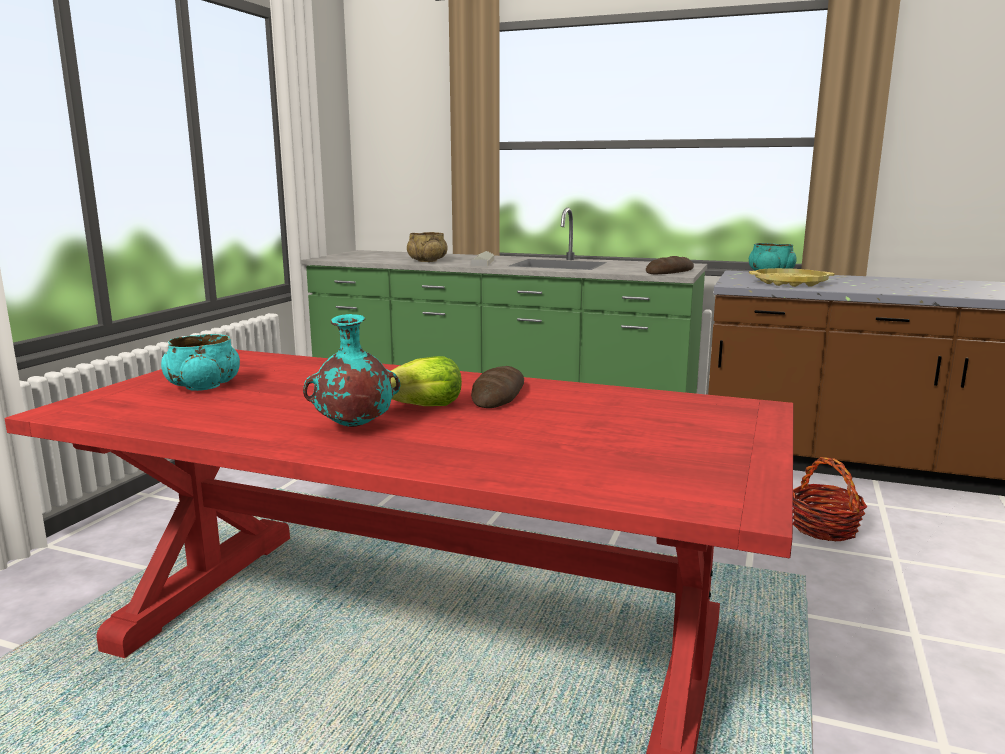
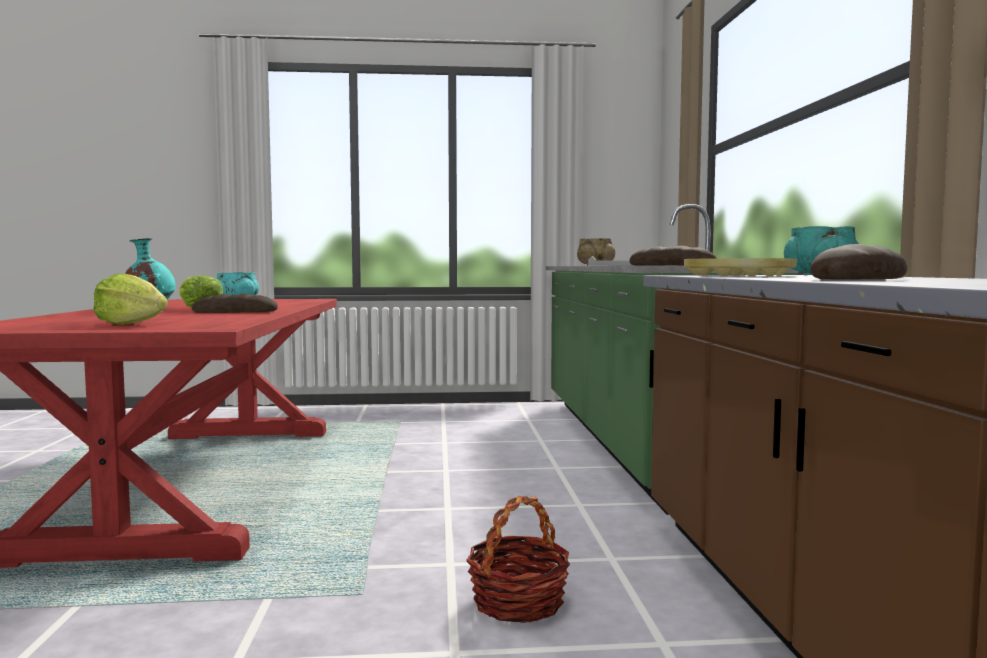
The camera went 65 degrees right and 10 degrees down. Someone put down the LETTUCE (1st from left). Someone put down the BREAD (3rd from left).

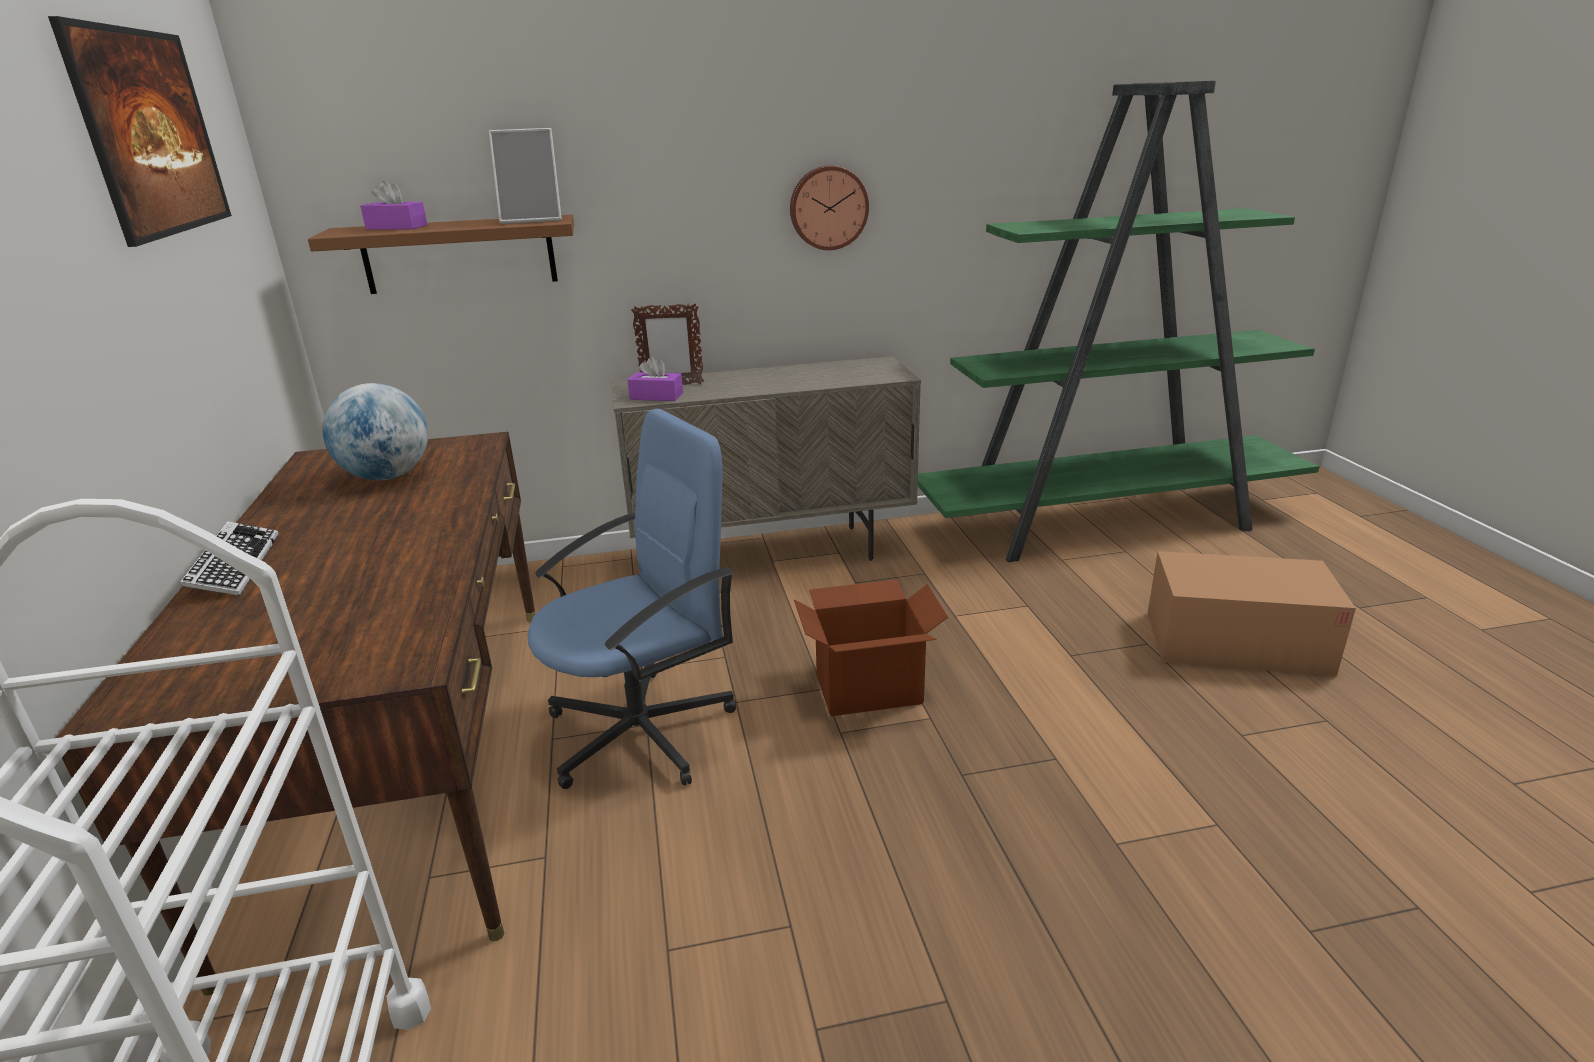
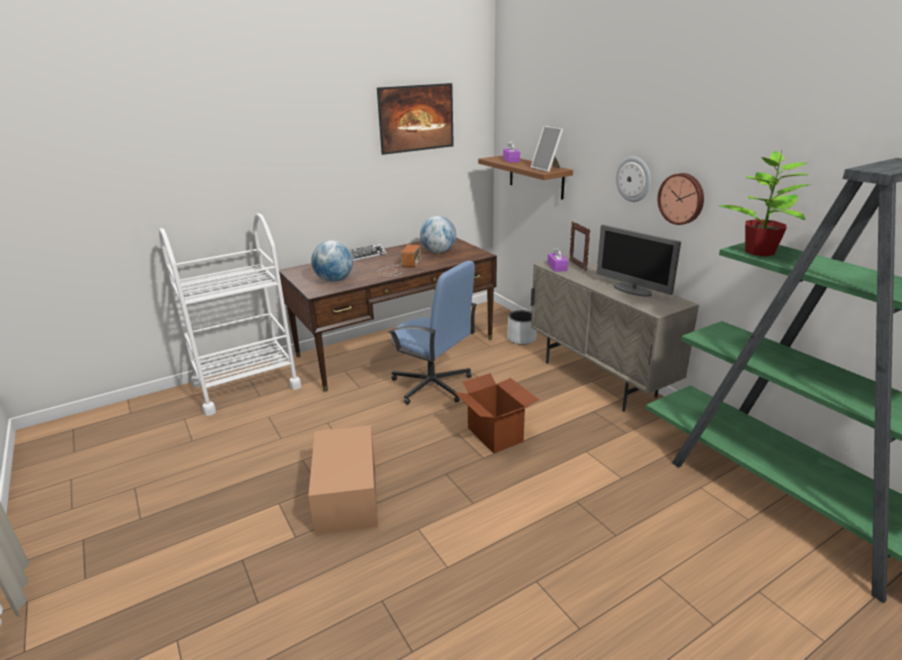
The camera went 70 degrees right and 0 degrees up. Someone carried the CARDBOARD BOX (2nd from left in the first image). Someone put down the GLOBE (1st from left). Someone put down the RADIO. Someone put down the GREY PLANTER. Someone put down the MONITOR. Someone put up the WALL CLOCK (1st from left). Someone put down the POTTED PLANT.

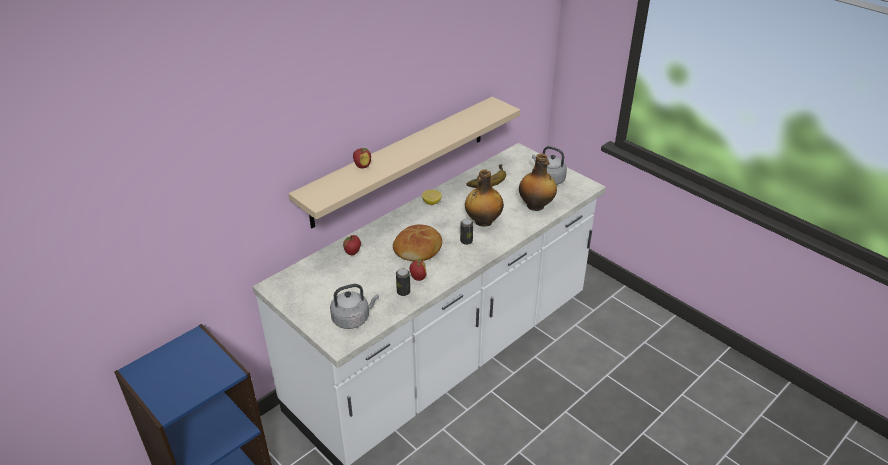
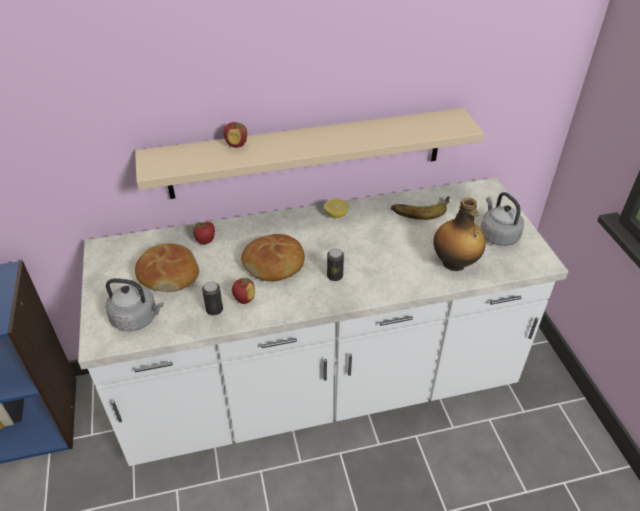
The camera went 30 degrees right and 5 degrees up. Someone took away the BOTTLE (1st from left). Someone put down the BREAD (1st from left).

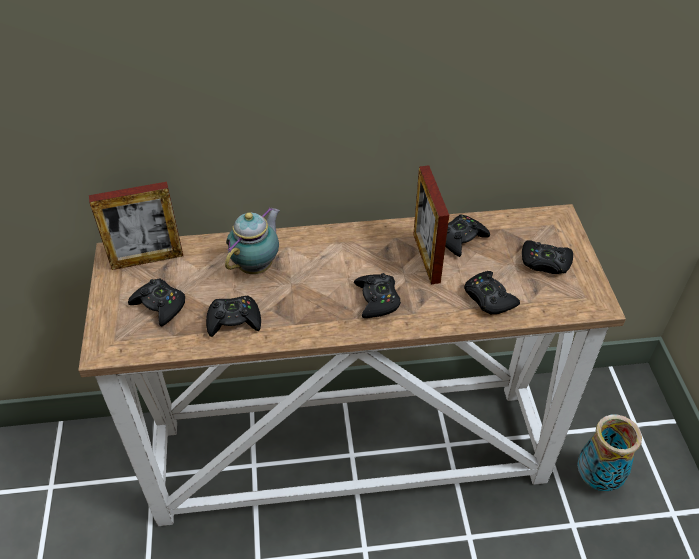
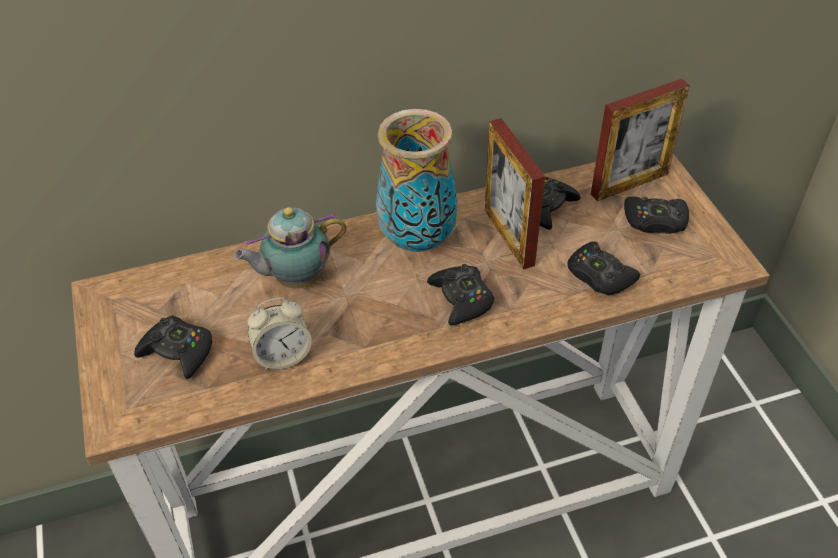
The camera went 10 degrees left and 0 degrees up. Someone carried the PICTURE FRAME (1st from left in the first image). Someone swapped the BLACK GAME CONTROLLER (2nd from left) for the ALARM CLOCK. Someone rotated the TEAPOT by 135 degrees counterclockwise. Someone carried the VASE.

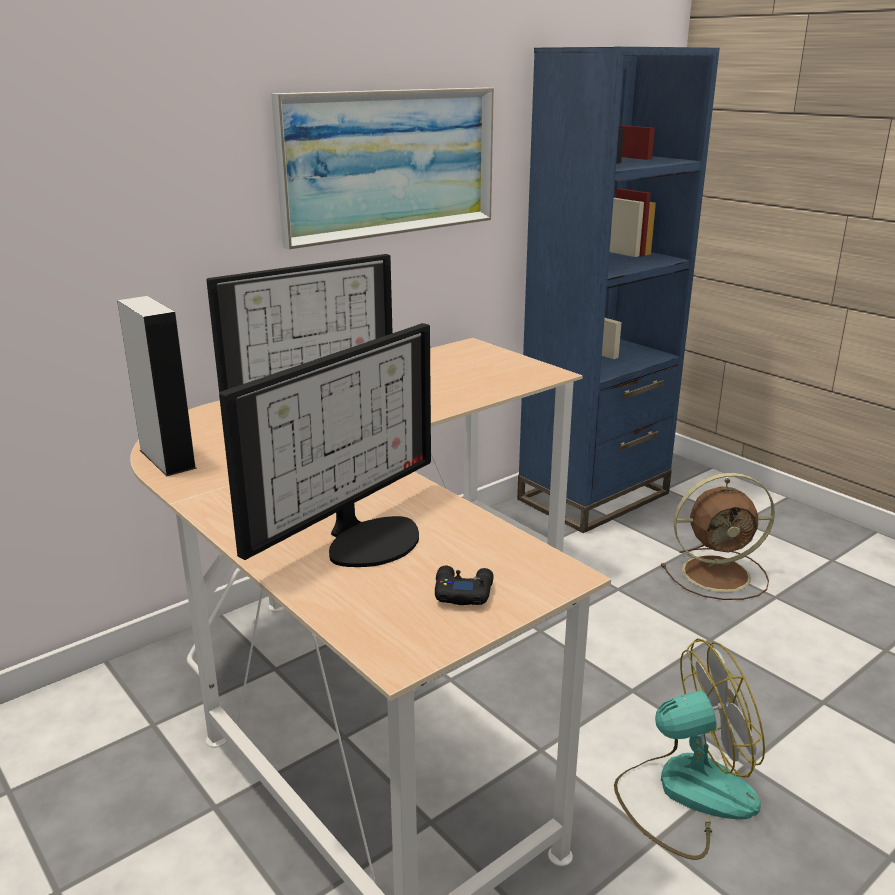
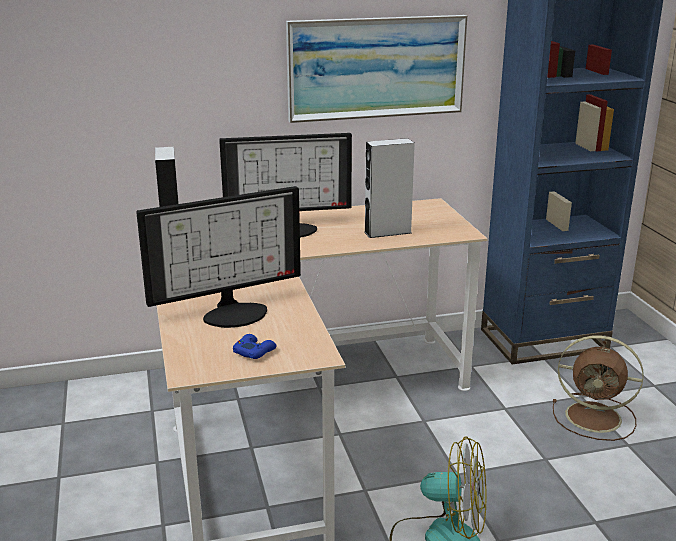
The camera went 25 degrees right and 0 degrees up. Someone repainted the BLACK GAME CONTROLLER, which became the BLUE GAME CONTROLLER. Someone put down the GREY SPEAKER (2nd from left).

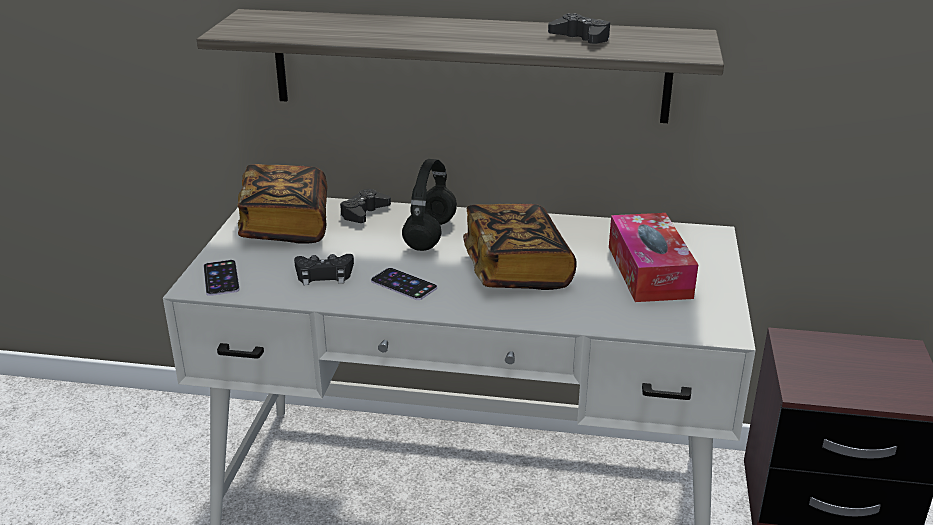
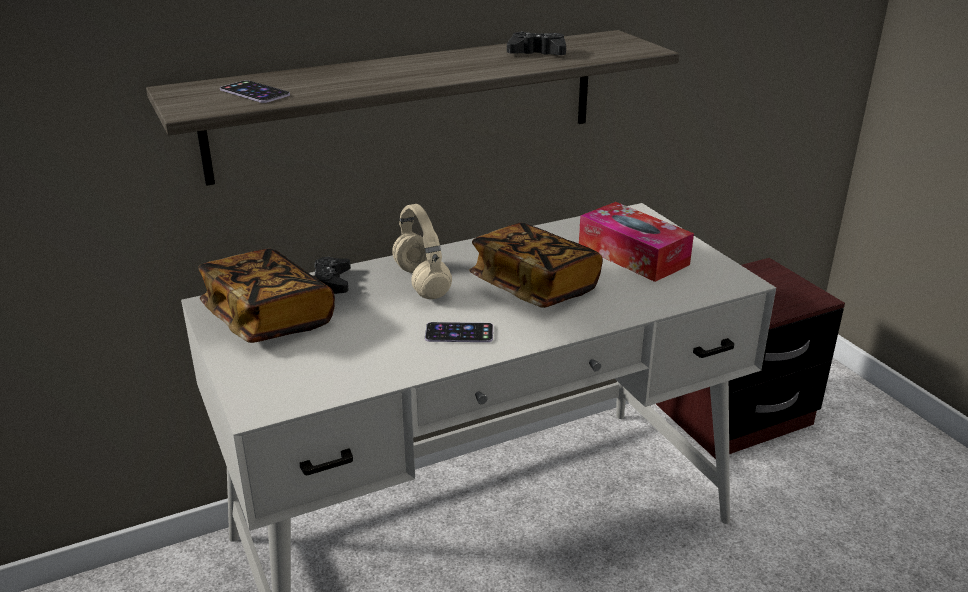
The camera went 35 degrees left and 0 degrees up. Someone carried the PHONE (1st from left). Someone took away the BLACK GAME CONTROLLER (1st from left). Someone repainted the BLACK HEADPHONES, which became the BEIGE HEADPHONES.

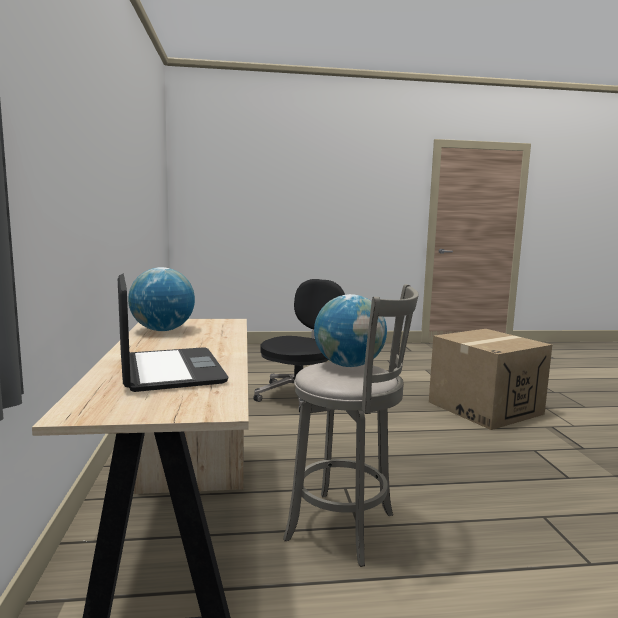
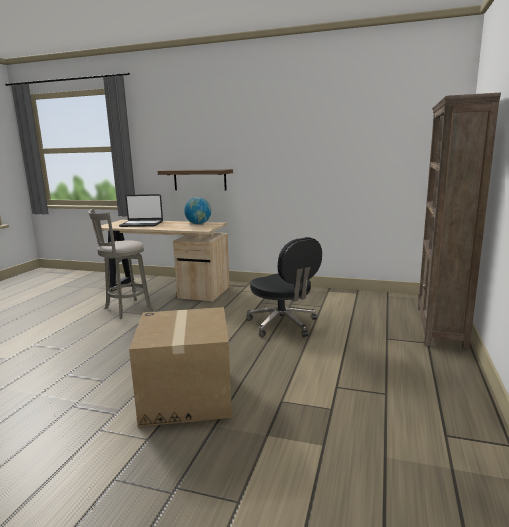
The camera went 115 degrees right and 5 degrees up. Someone took away the GLOBE (2nd from left). Someone put up the SHELF. Someone put down the BROWN BOOKCASE.

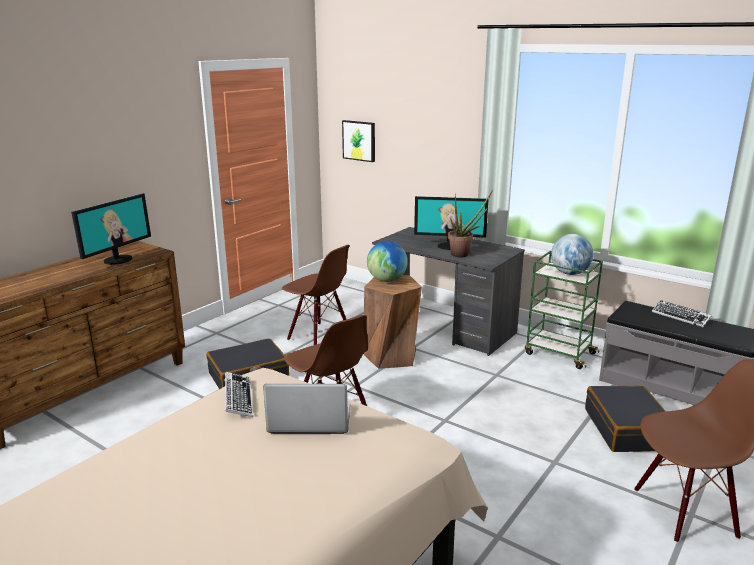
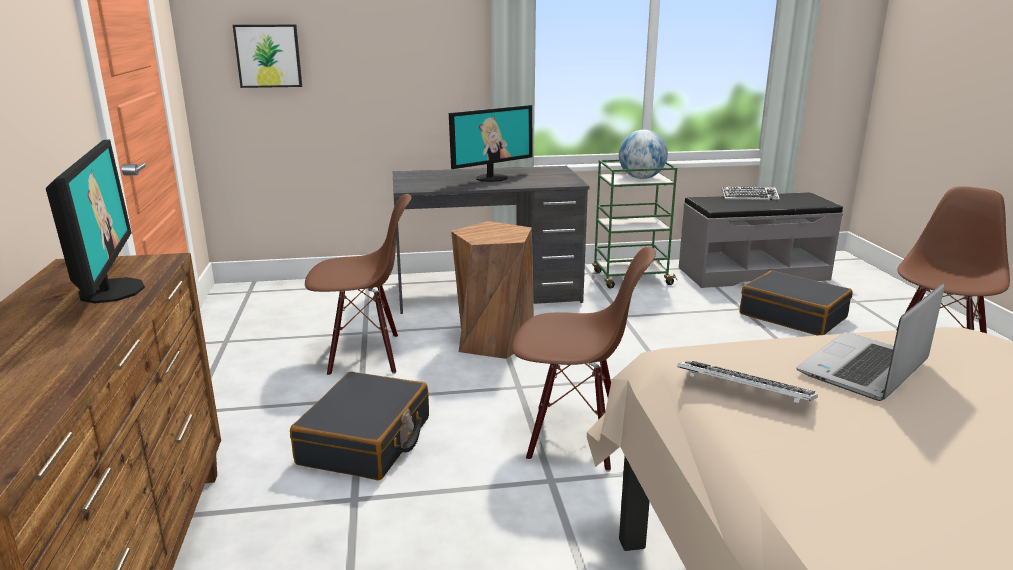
The camera went 45 degrees left and 0 degrees up. Someone took away the GLOBE (1st from left). Someone took away the POTTED PLANT.

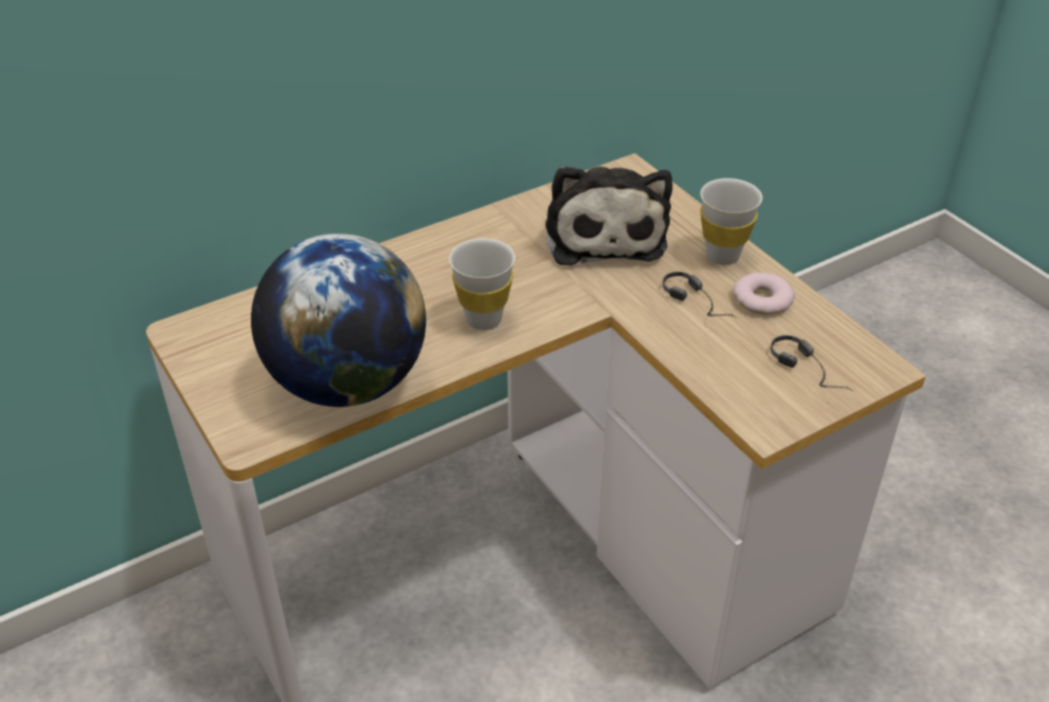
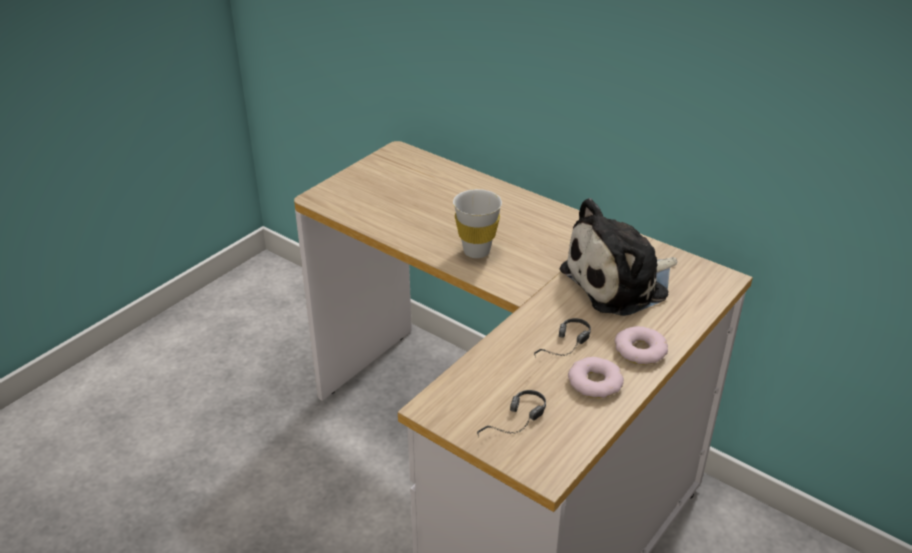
The camera went 70 degrees right and 5 degrees down. Someone took away the GLOBE. Someone swapped the WHITE CUP (2nd from left) for the DONUT (2nd from left).

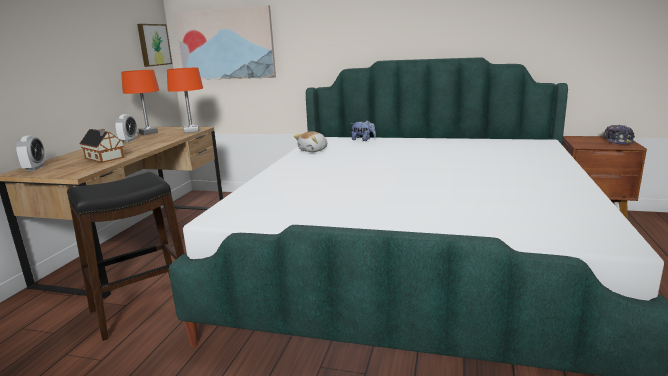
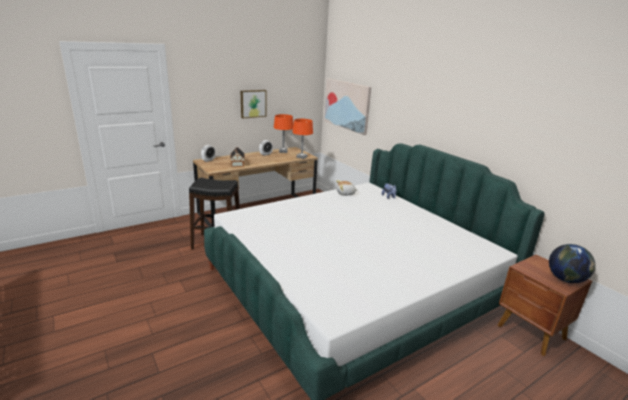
The camera went 40 degrees right and 5 degrees up. Someone carried the PICTURE (1st from left). Someone swapped the CAP for the GLOBE.

